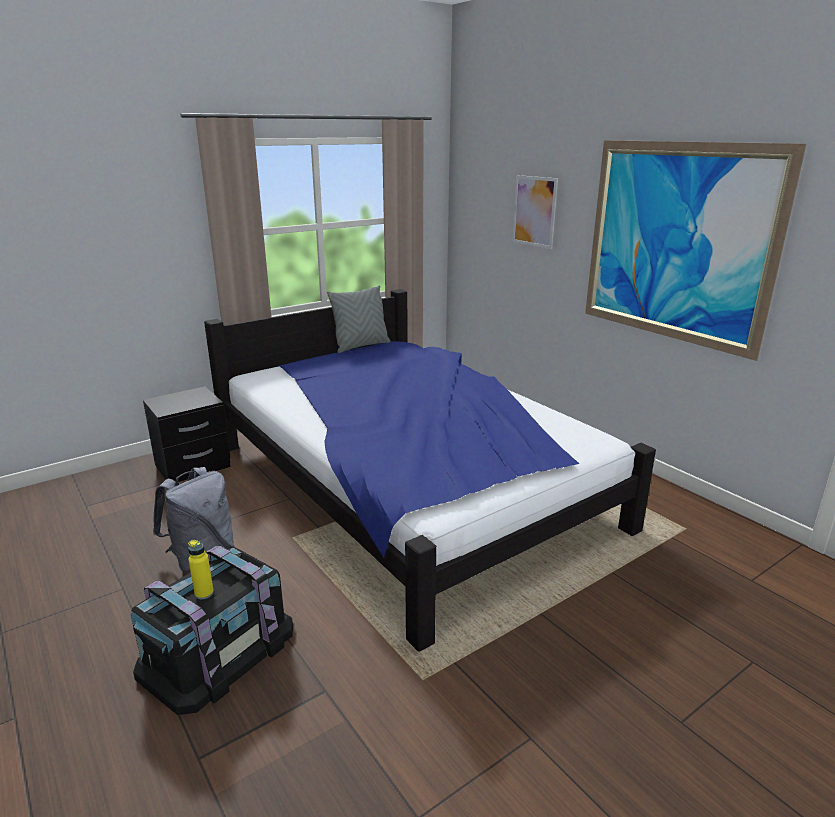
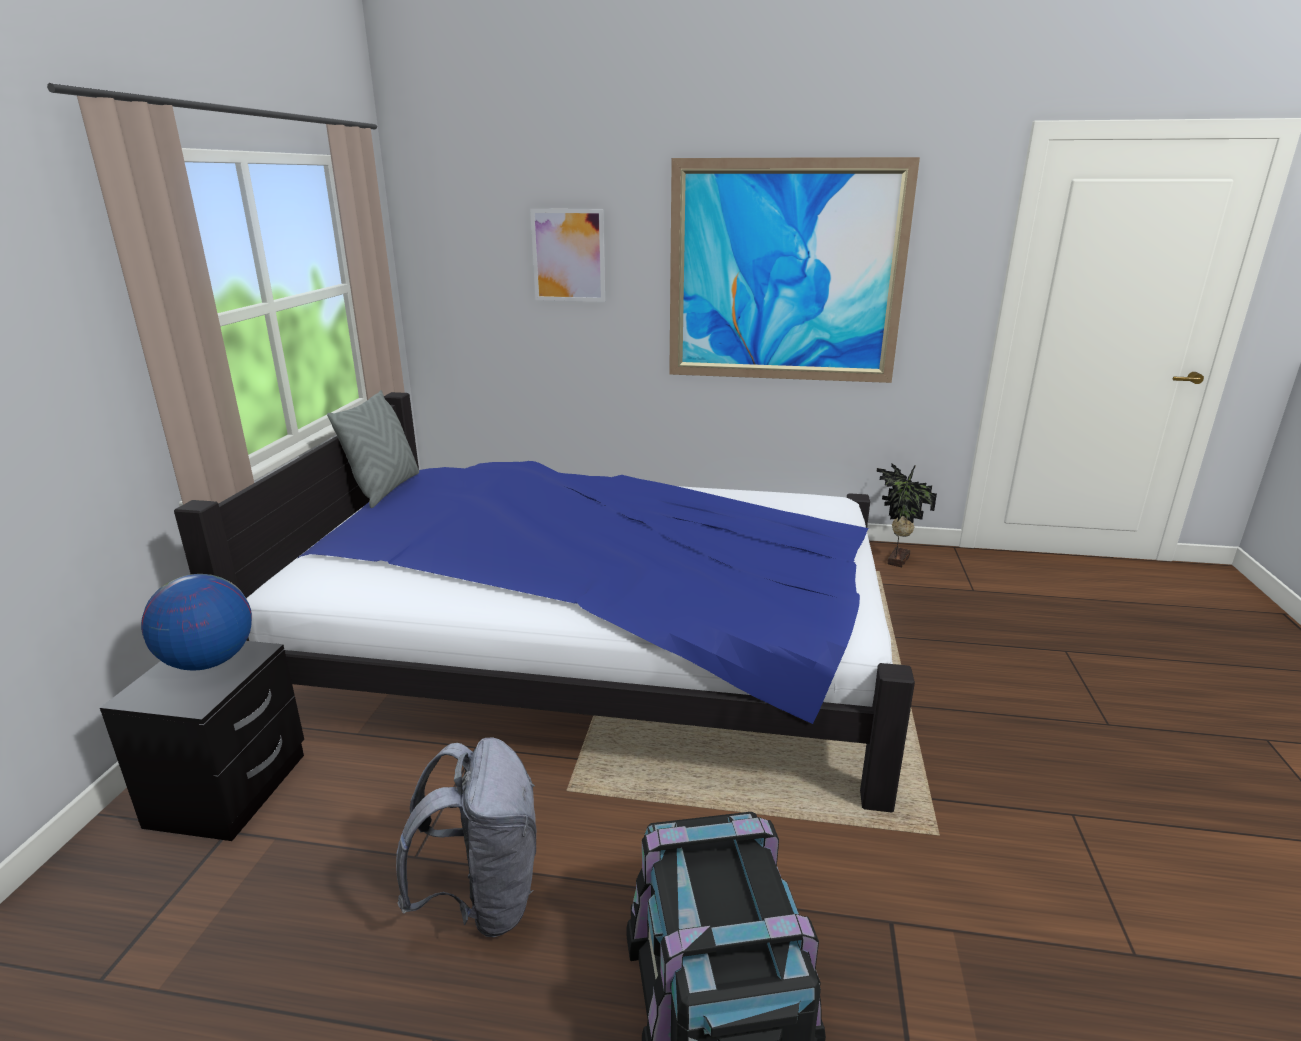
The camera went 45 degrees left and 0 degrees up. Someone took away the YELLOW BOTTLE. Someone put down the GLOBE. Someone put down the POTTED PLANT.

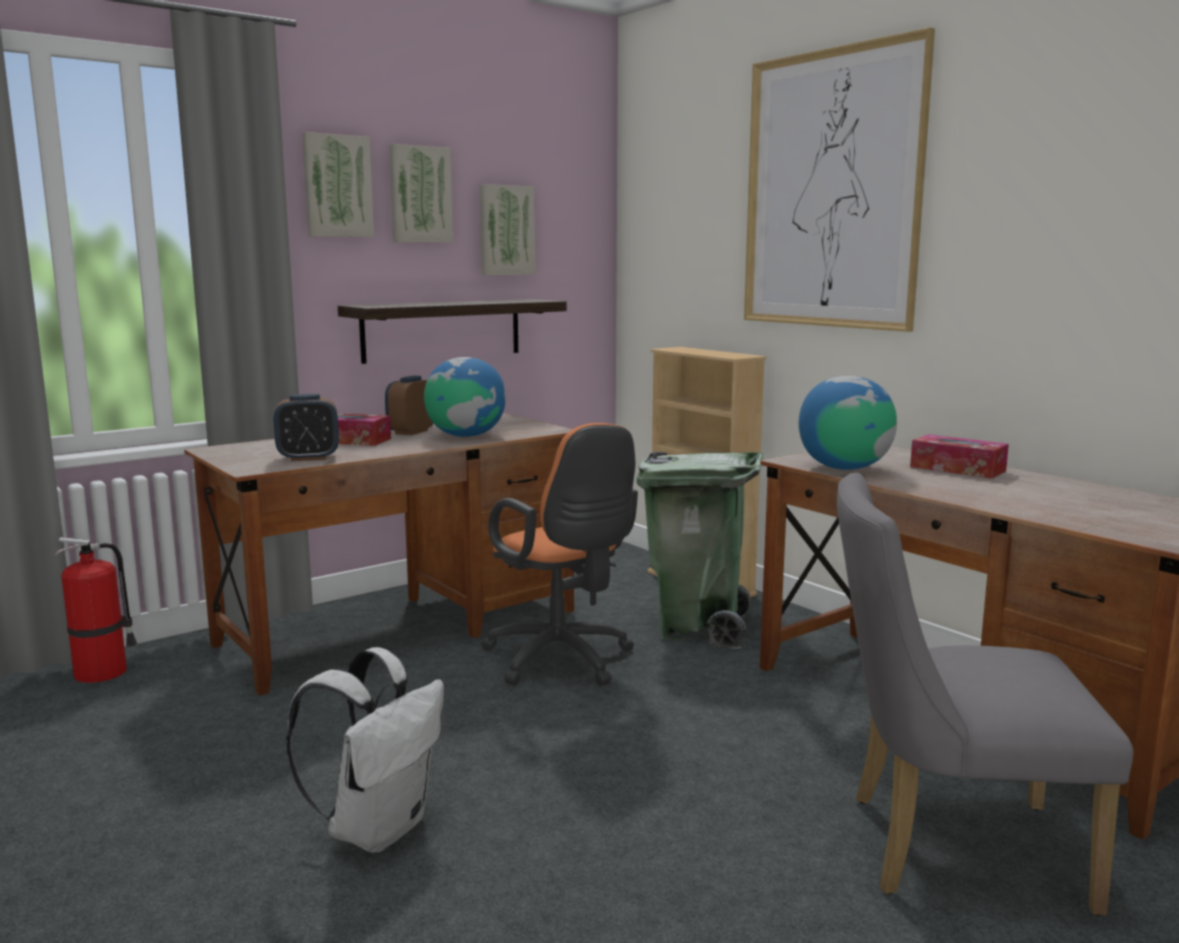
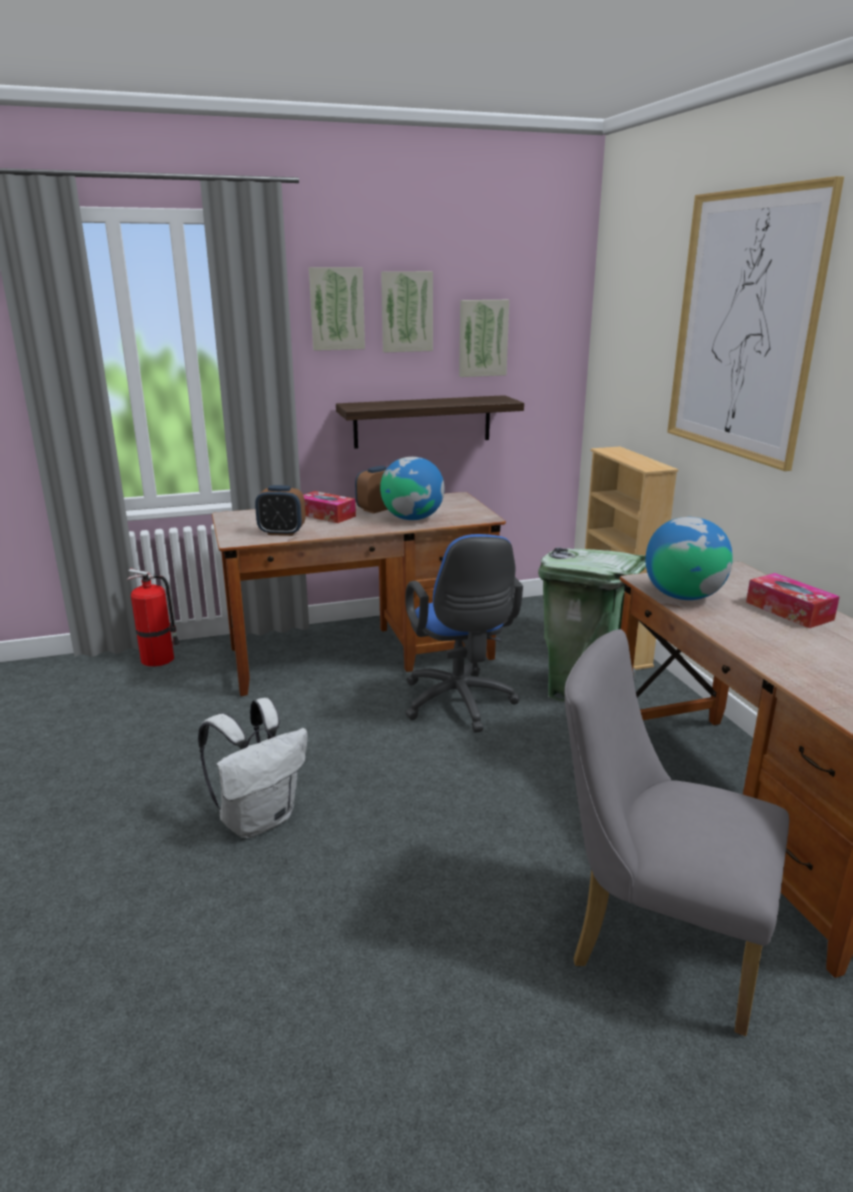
The camera went 20 degrees right and 10 degrees up. Someone repainted the ORANGE OFFICE CHAIR, which became the BLUE OFFICE CHAIR.

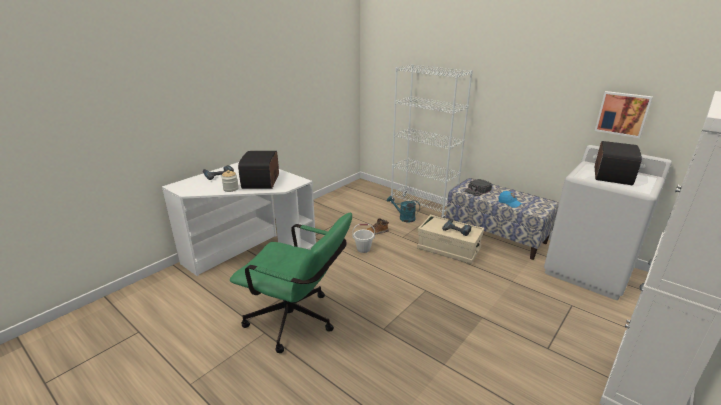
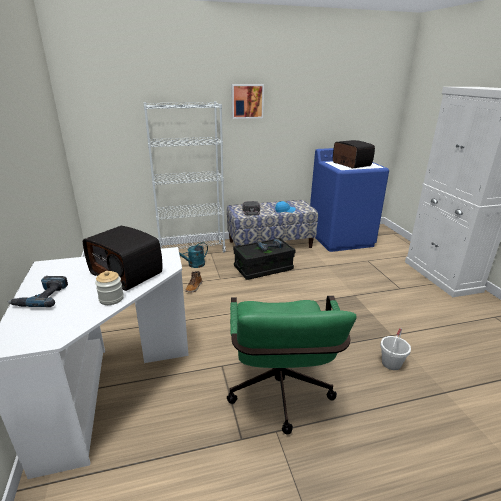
The camera went 55 degrees left and 0 degrees up. Someone rotated the GREEN OFFICE CHAIR by 120 degrees clockwise. Someone carried the WHITE BUCKET. Someone repainted the BEIGE STORAGE BOX, which became the BLACK STORAGE BOX. Someone repainted the WHITE WASHING MACHINE, which became the BLUE WASHING MACHINE. Someone carried the PICTURE.

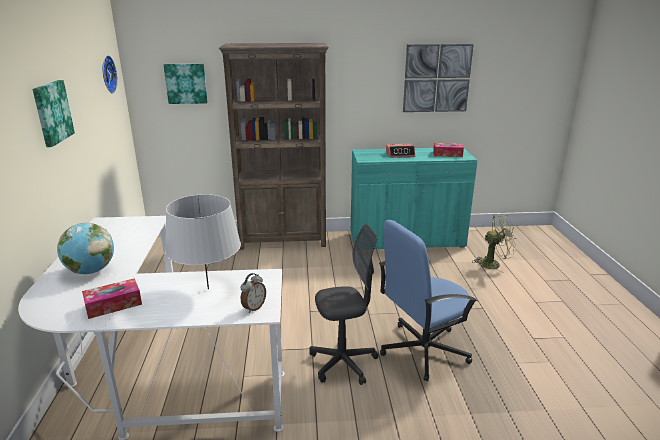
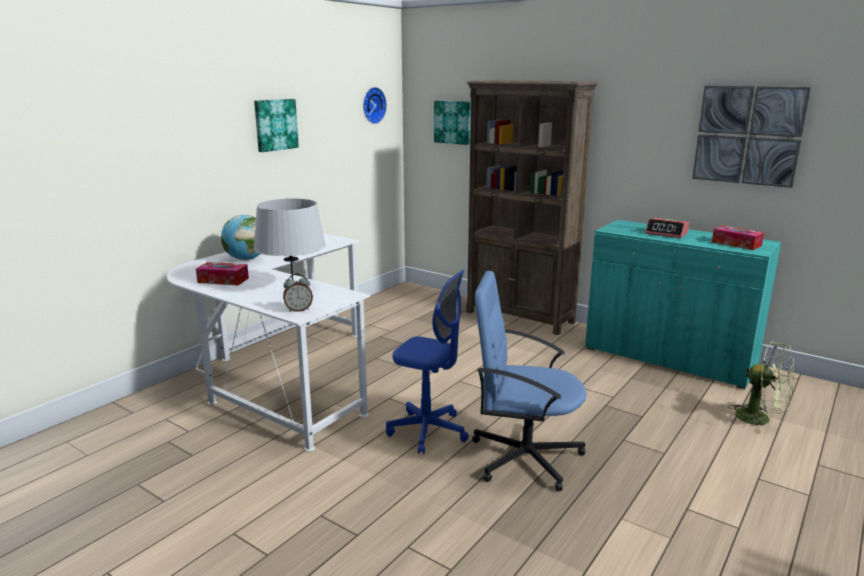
The camera went 40 degrees right and 5 degrees down. Someone repainted the GREY OFFICE CHAIR, which became the BLUE OFFICE CHAIR (1st from left).

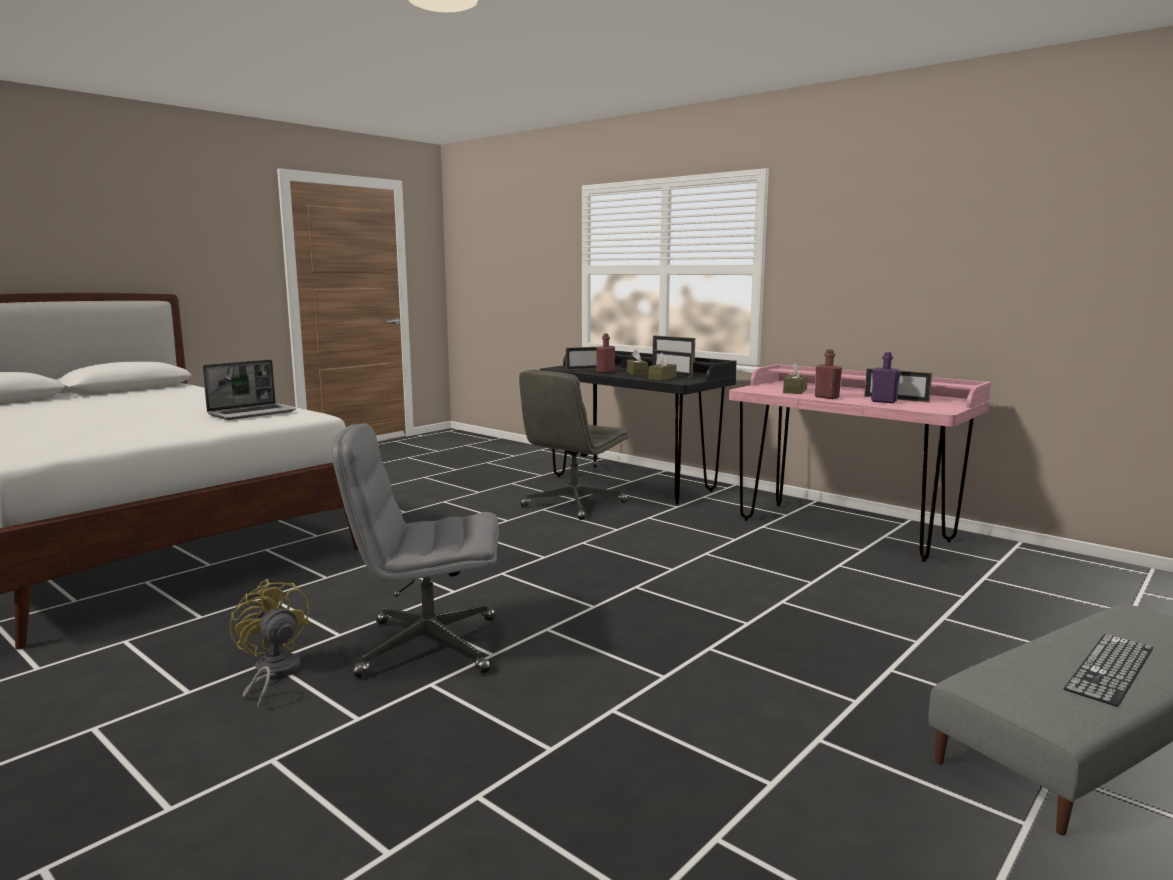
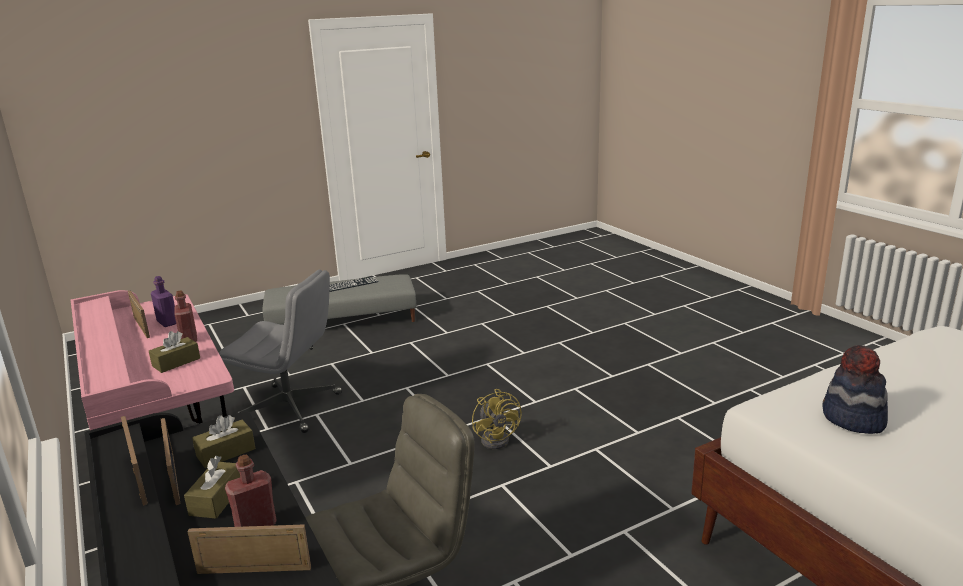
The camera went 160 degrees left and 10 degrees up. Someone swapped the LAPTOP for the HAT. Someone carried the YELLOW FAN. Someone carried the GREY OFFICE CHAIR (1st from left).

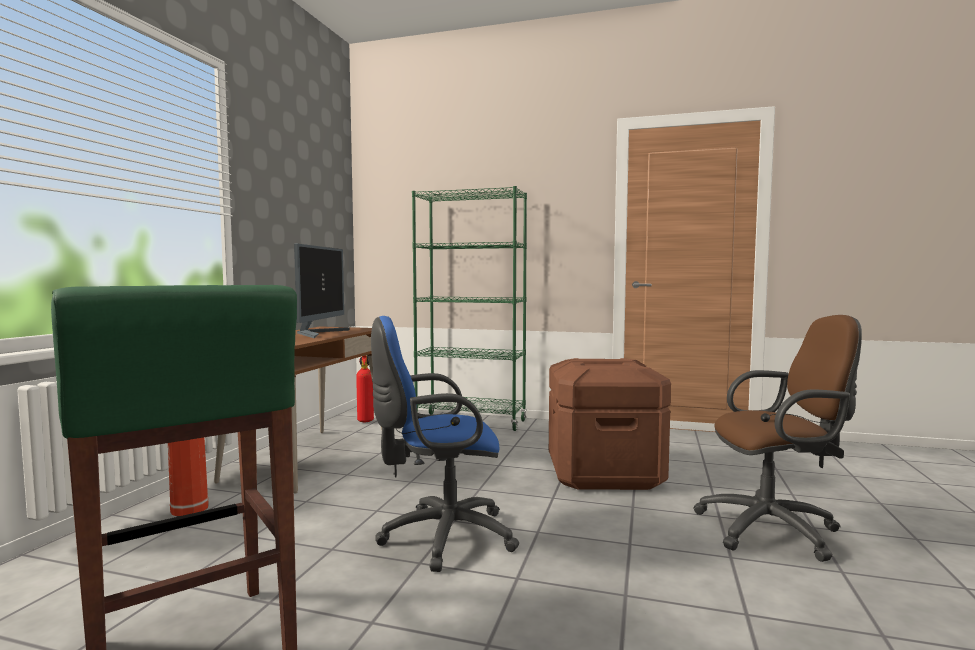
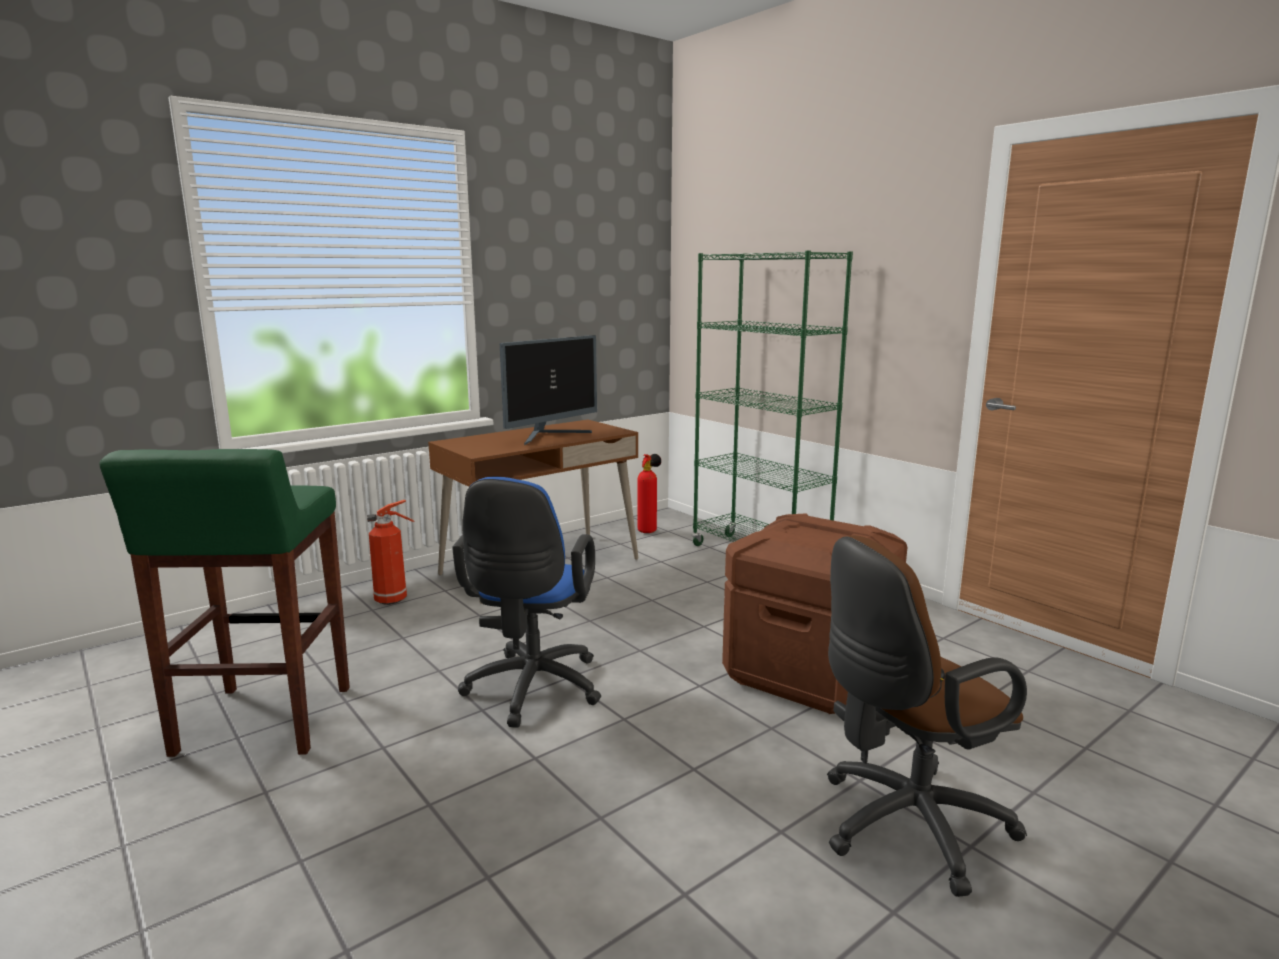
The camera went 35 degrees right and 10 degrees up. Someone rotated the BLUE OFFICE CHAIR by 105 degrees counterclockwise. Someone rotated the BROWN OFFICE CHAIR by 120 degrees clockwise.

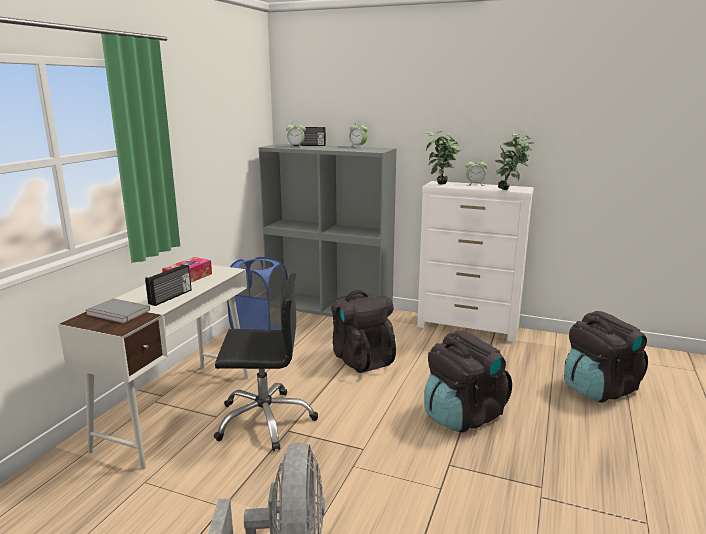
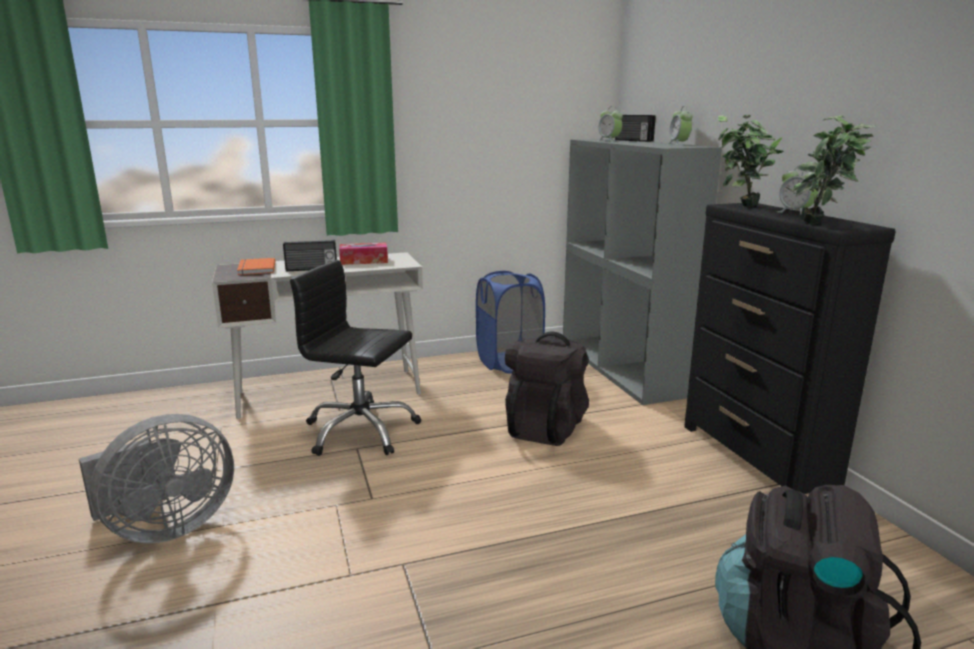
The camera went 50 degrees right and 0 degrees up. Someone repainted the GREY BOOK, which became the ORANGE BOOK. Someone rotated the BLACK OFFICE CHAIR by 150 degrees clockwise. Someone repainted the WHITE DRESSER, which became the BLACK DRESSER. Someone took away the BLACK BACKPACK (2nd from left).

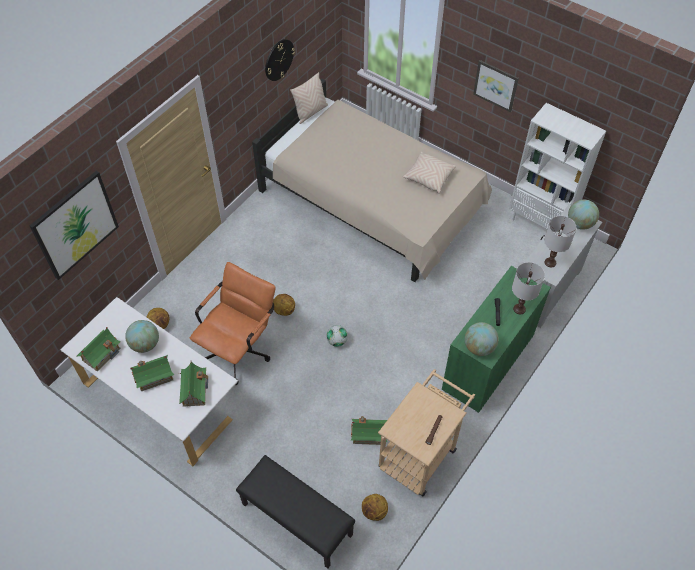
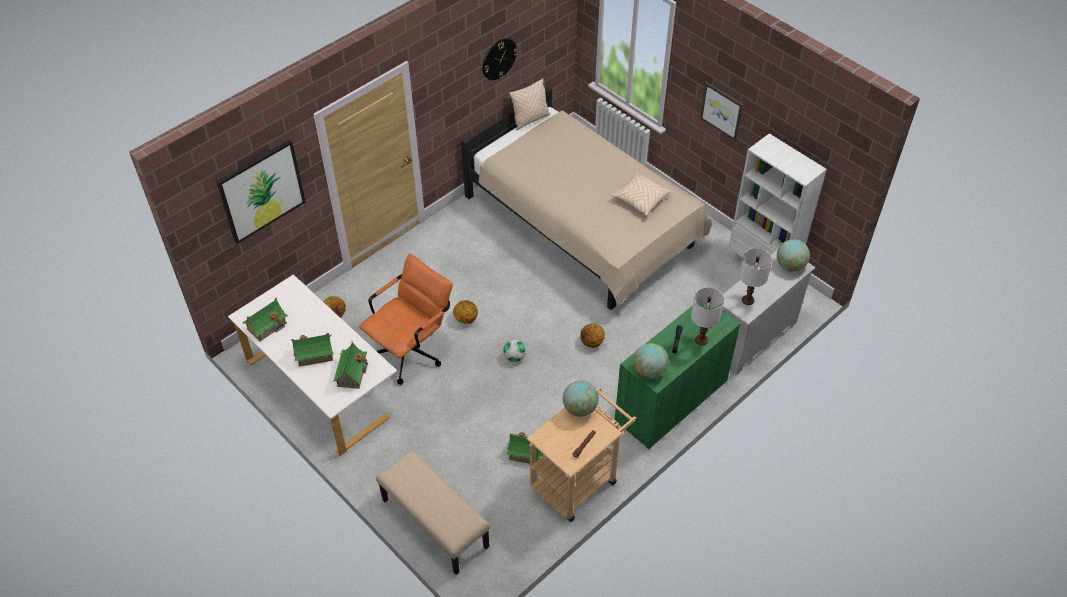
The camera went 10 degrees right and 5 degrees down. Someone carried the GLOBE (1st from left). Someone repainted the BLACK BENCH, which became the BEIGE BENCH. Someone carried the BASKETBALL (3rd from left).

